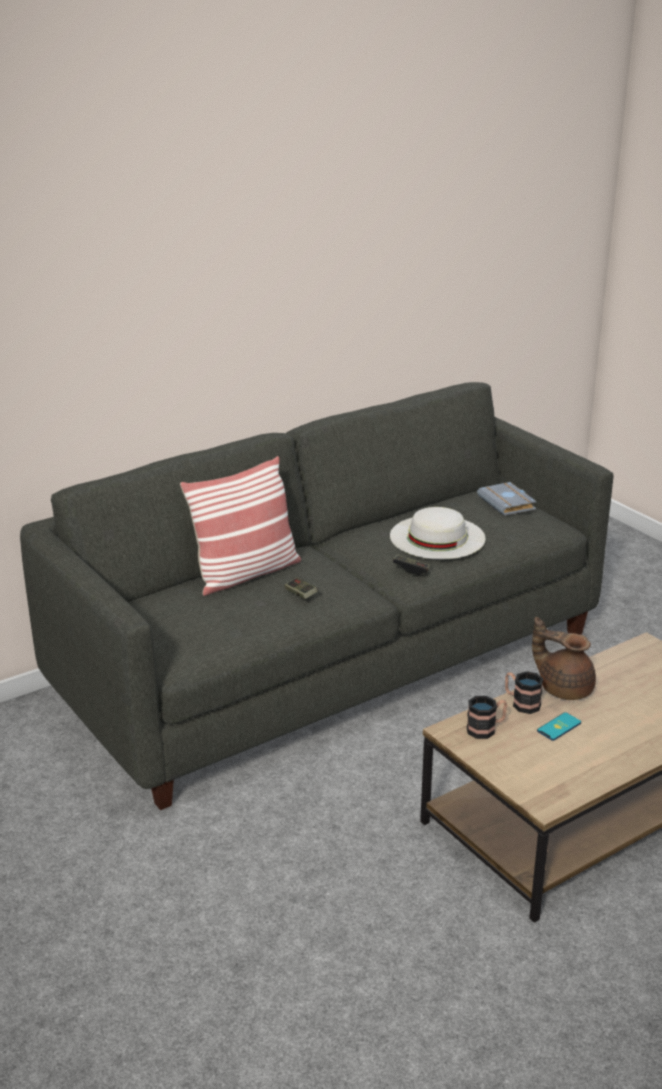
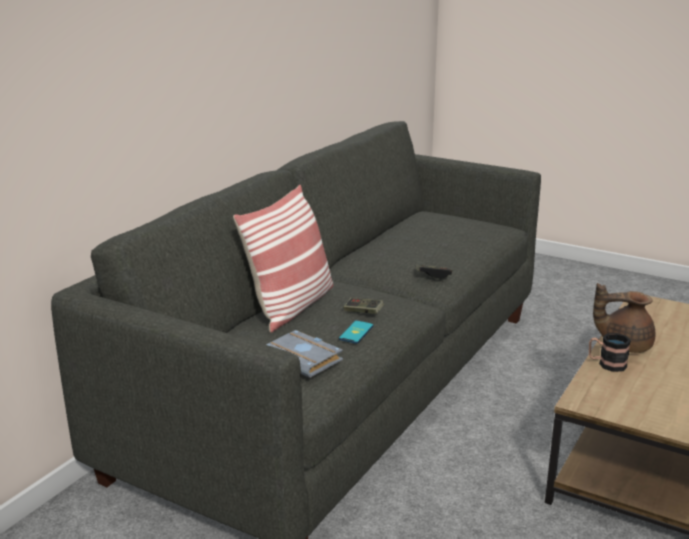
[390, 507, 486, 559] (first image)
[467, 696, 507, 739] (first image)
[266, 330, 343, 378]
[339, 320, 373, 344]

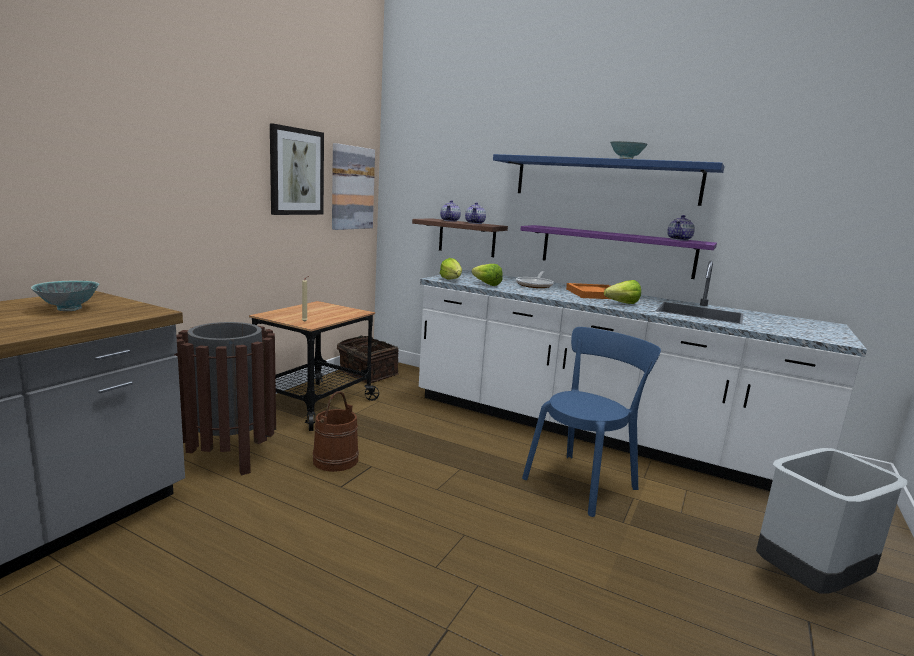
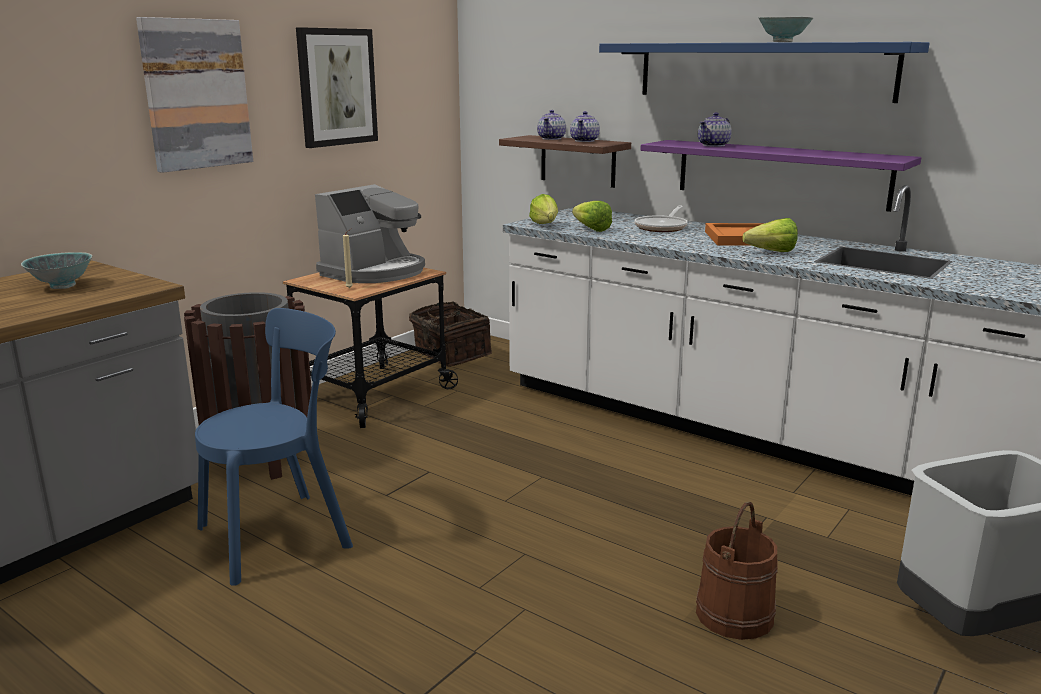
[315, 184, 425, 283]
[696, 501, 778, 640]
[136, 17, 253, 173]
[195, 308, 353, 586]
[698, 112, 732, 147]

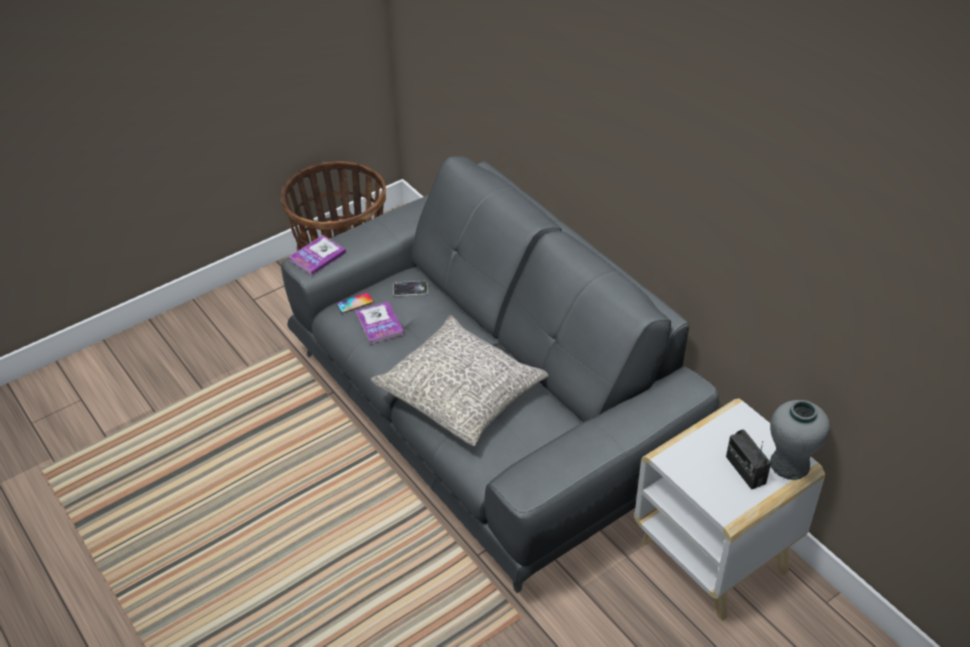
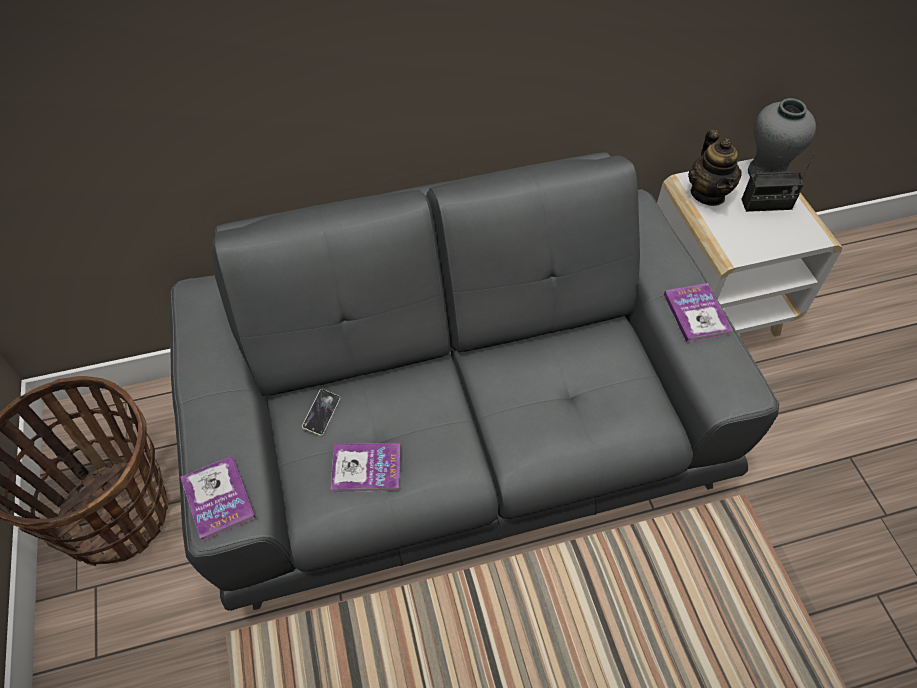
[336, 292, 374, 313] (first image)
[371, 315, 548, 446] (first image)
[664, 283, 732, 342]
[688, 130, 742, 206]

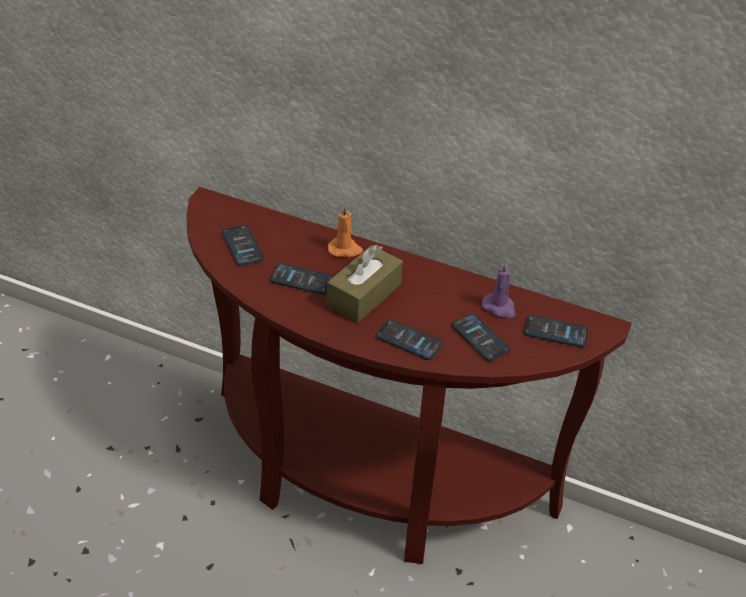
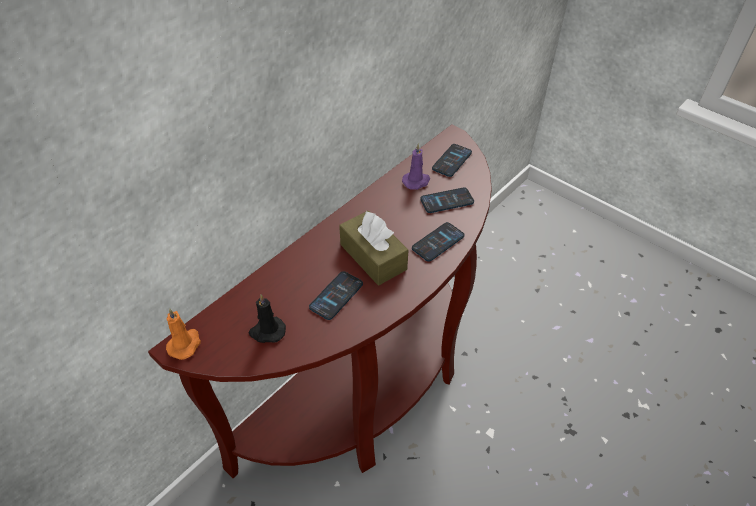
[166, 309, 201, 360]
[248, 294, 286, 343]

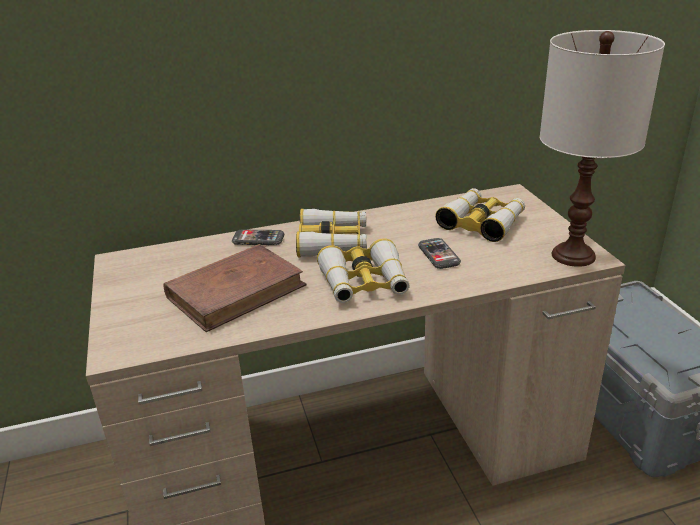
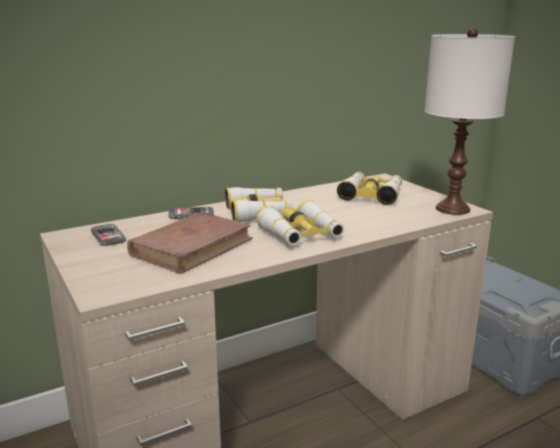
[91, 224, 126, 246]

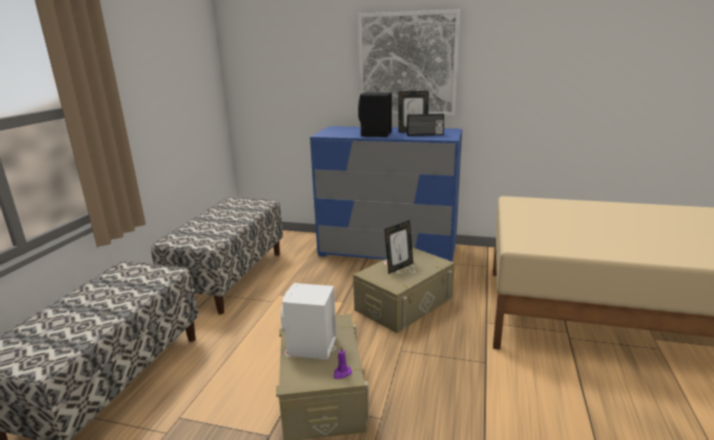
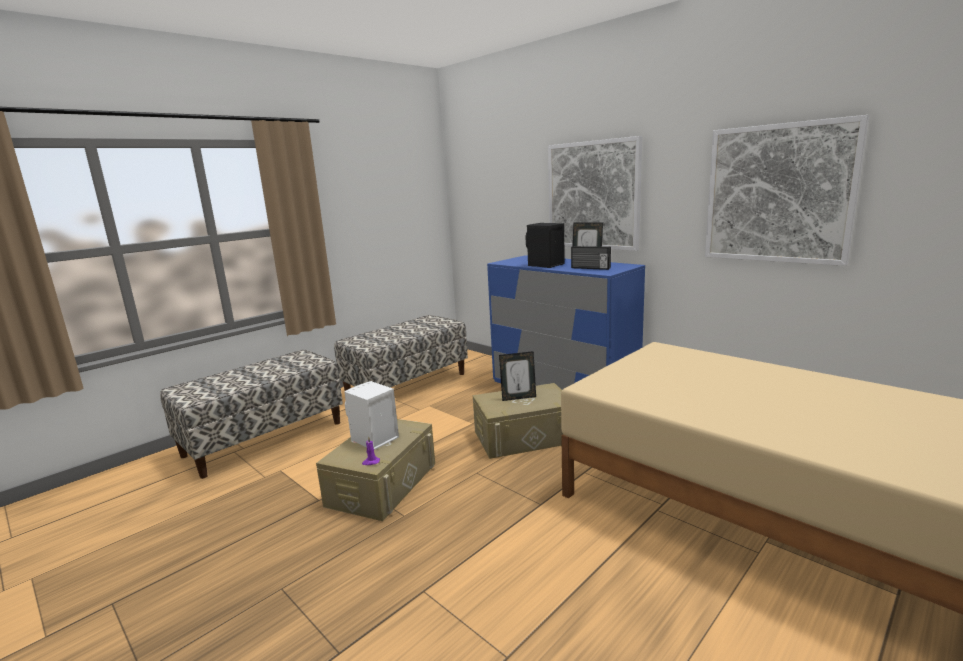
[705, 115, 869, 266]

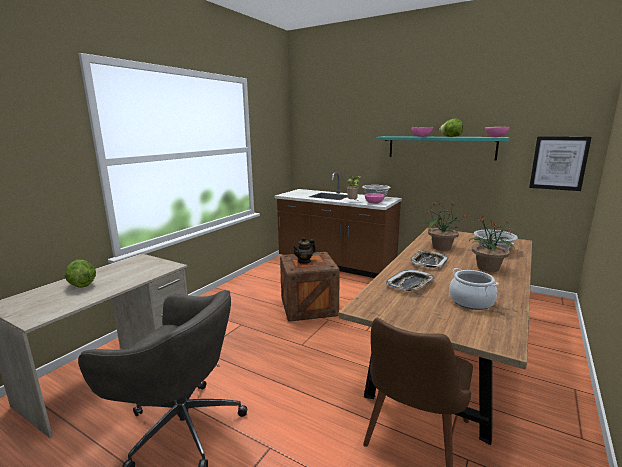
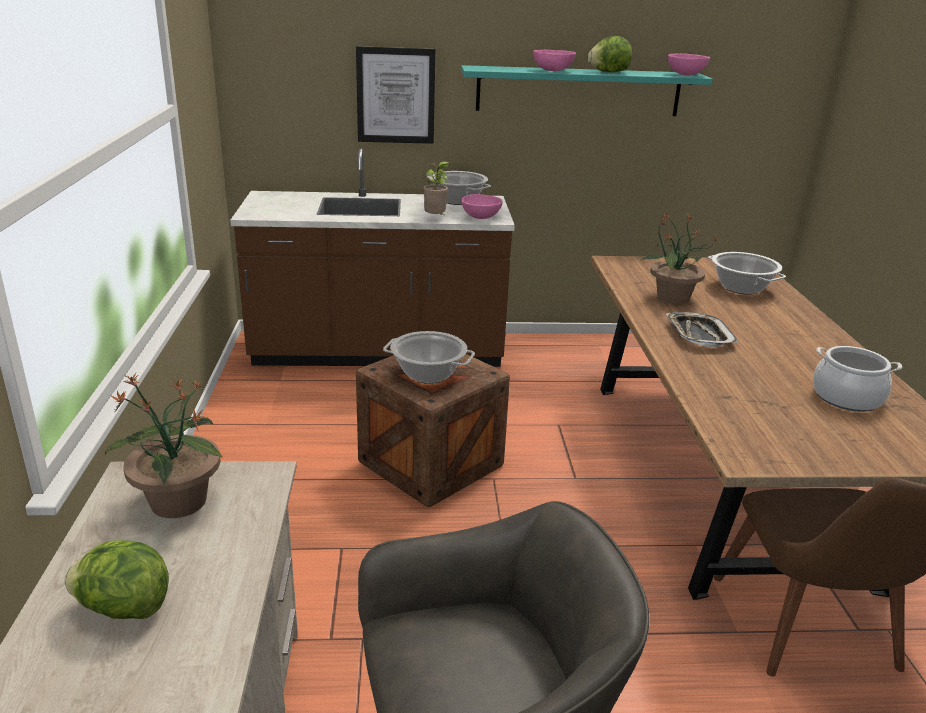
[386, 270, 435, 291] (first image)
[105, 373, 223, 518]
[356, 46, 435, 144]
[383, 331, 475, 384]

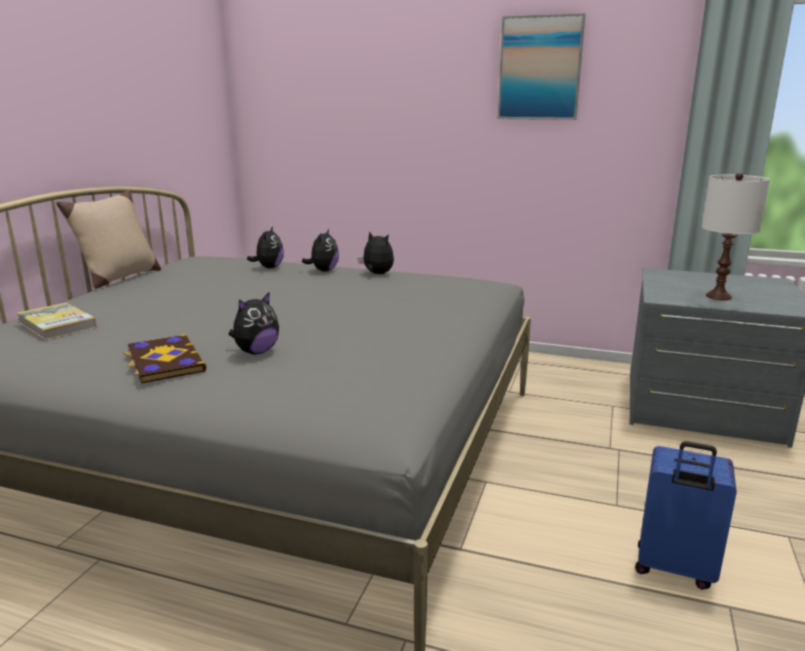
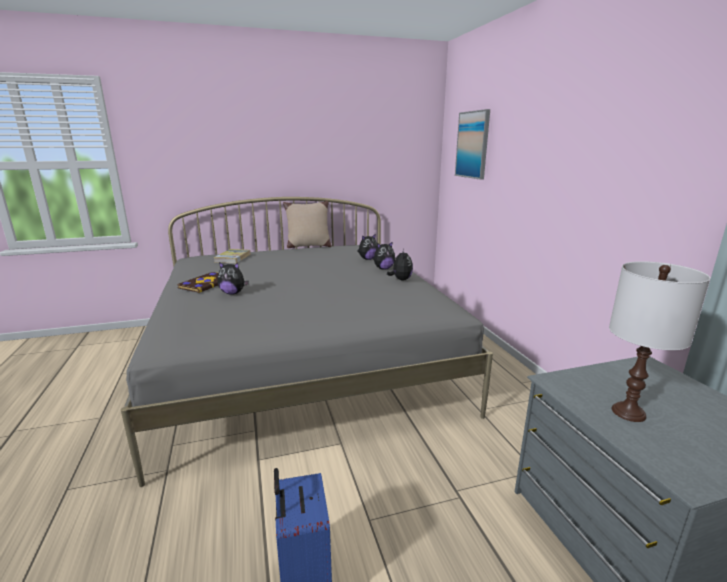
[455, 109, 490, 180]

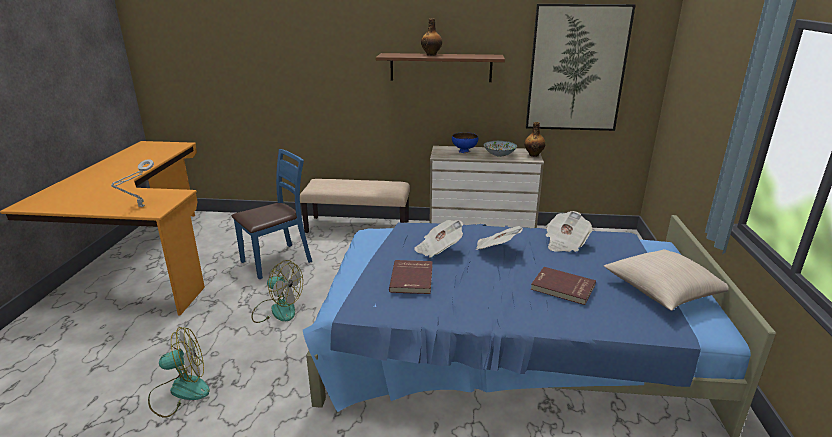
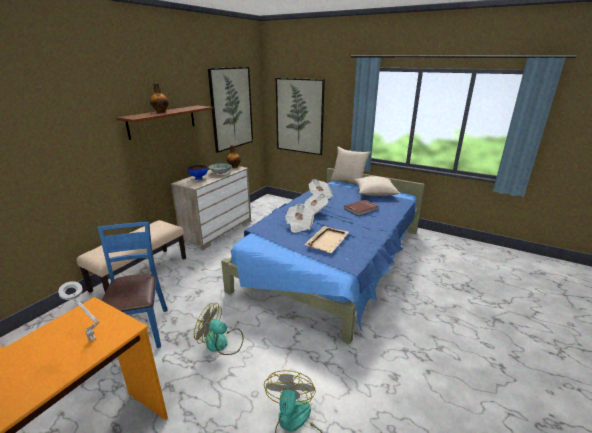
[276, 78, 325, 155]
[331, 147, 371, 184]
[305, 226, 349, 253]
[194, 303, 244, 355]

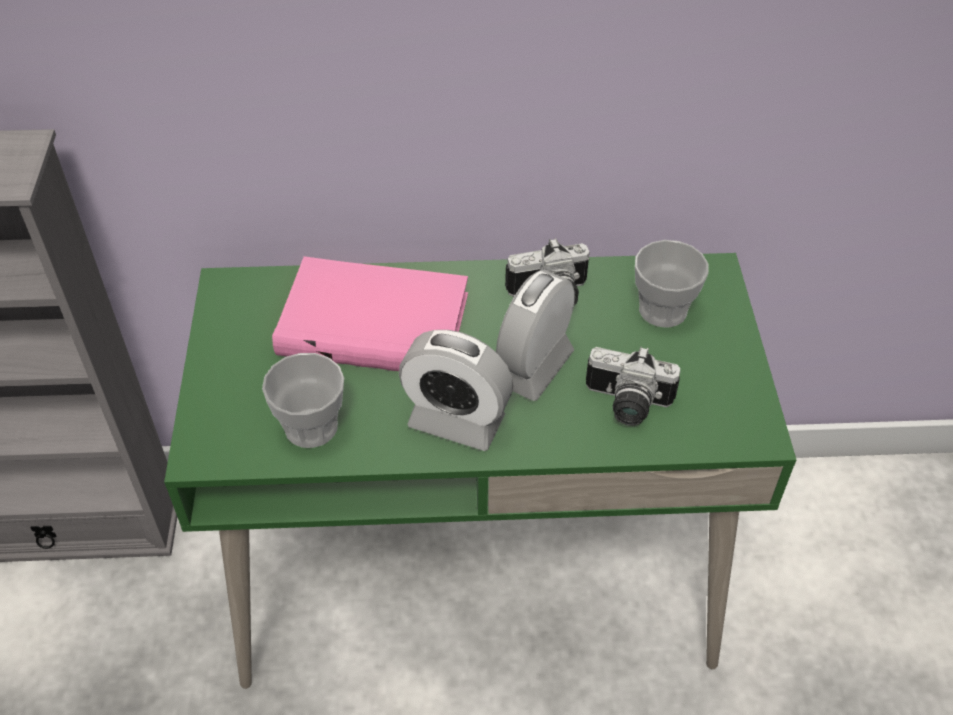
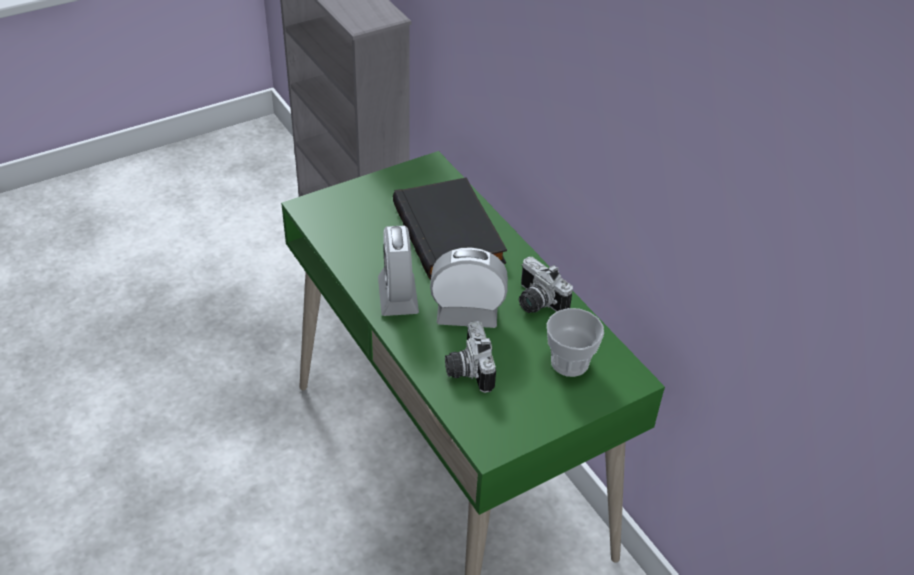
[262, 353, 344, 448] (first image)
[393, 177, 507, 280]

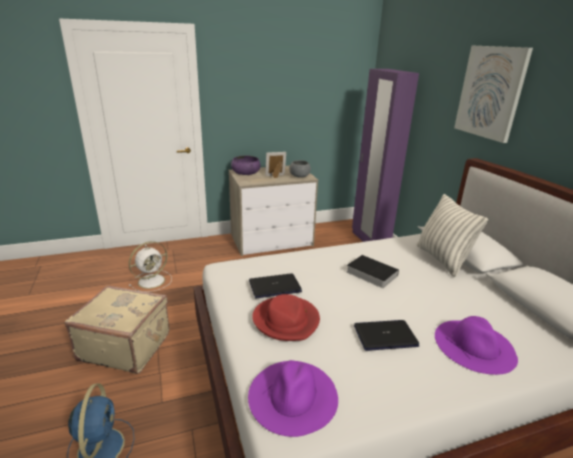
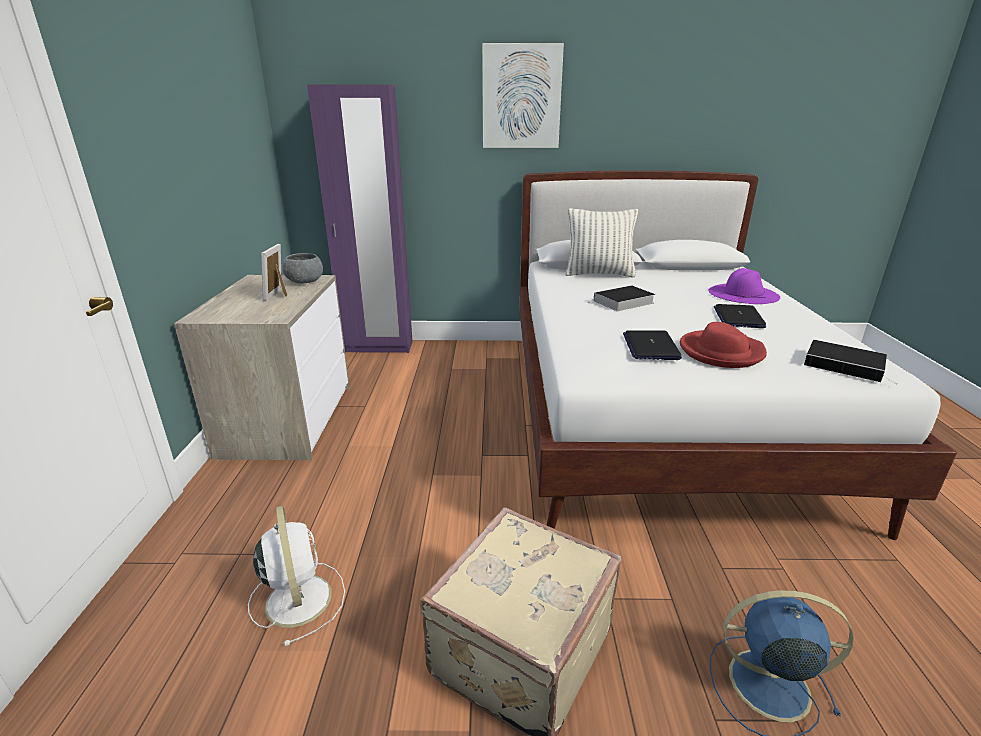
[231, 156, 261, 175] (first image)
[804, 340, 895, 383]

